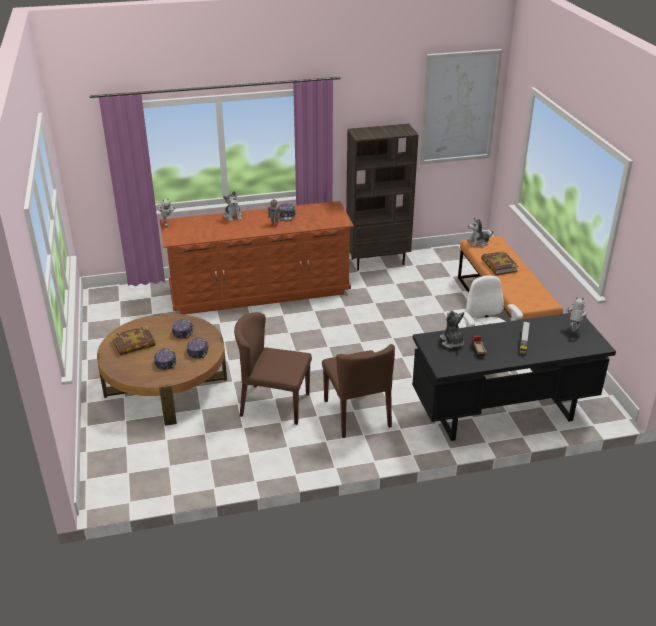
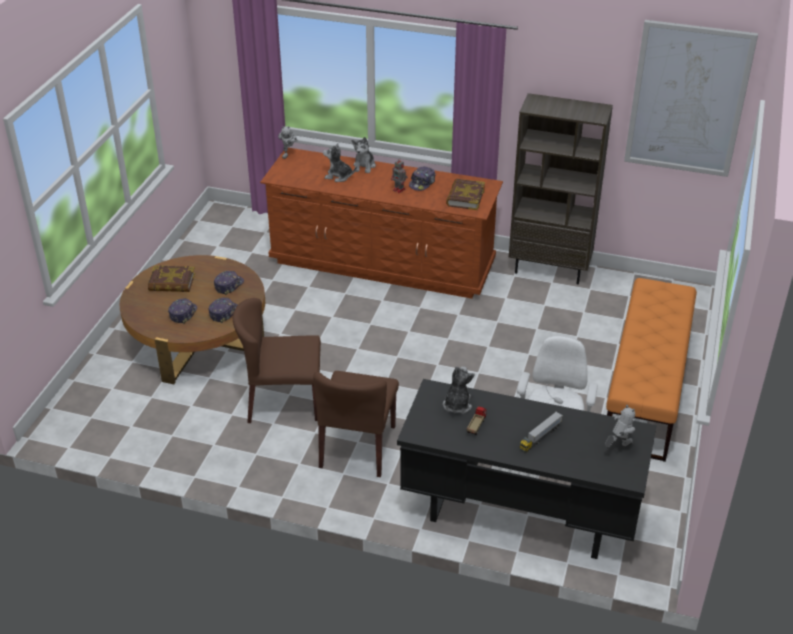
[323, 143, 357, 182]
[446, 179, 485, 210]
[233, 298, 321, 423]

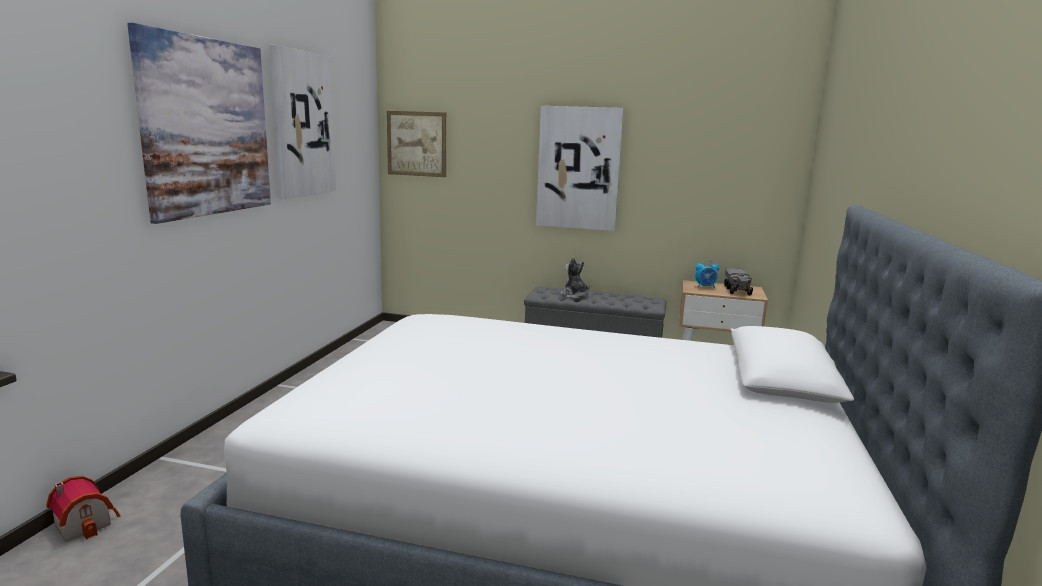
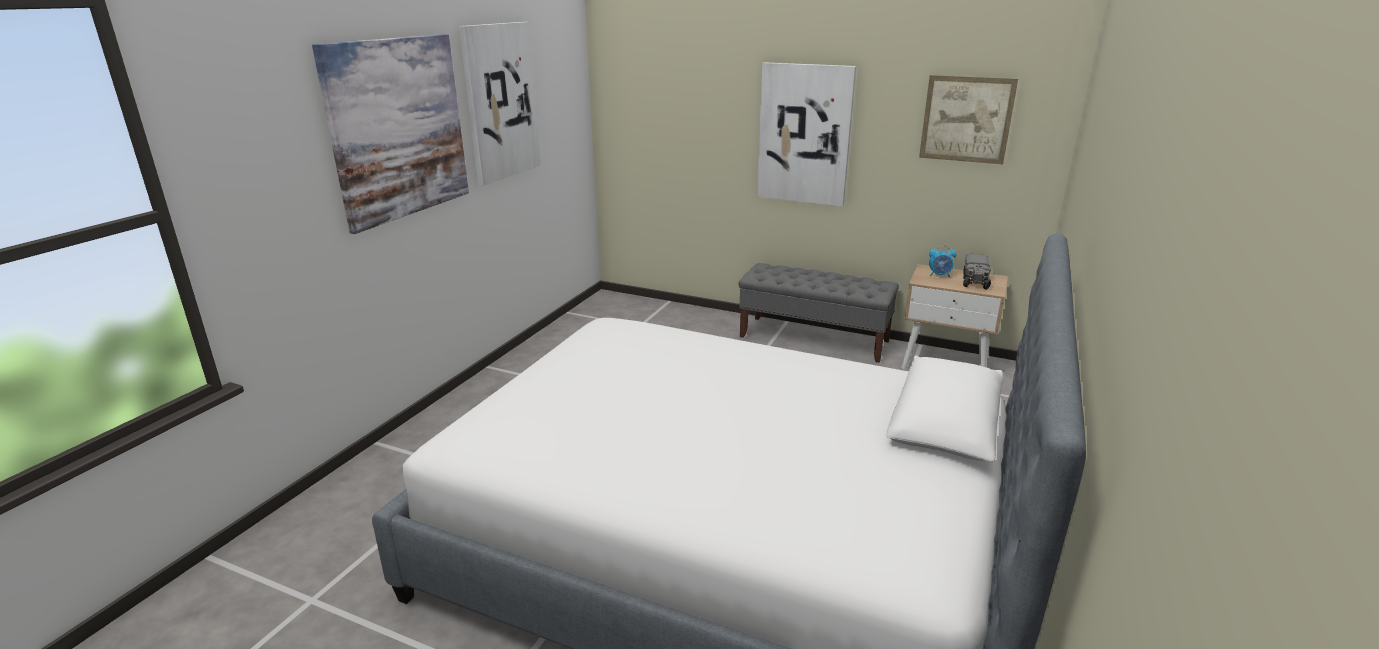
[47, 476, 121, 542] (first image)
[560, 257, 590, 299] (first image)
[919, 75, 1018, 164]

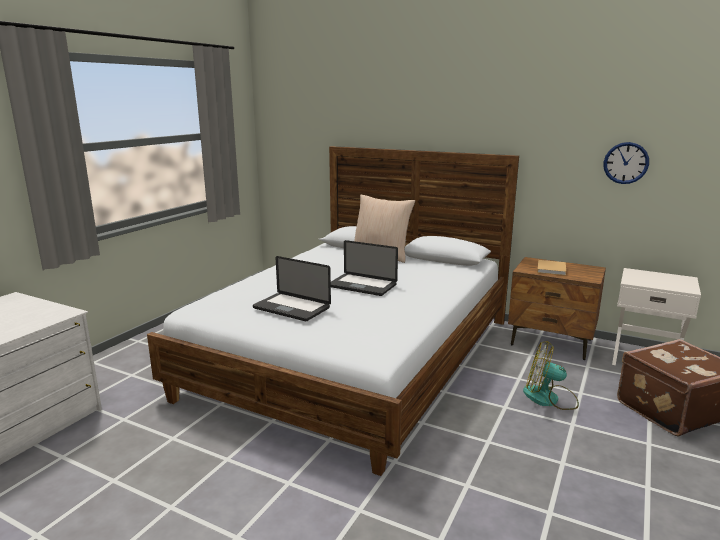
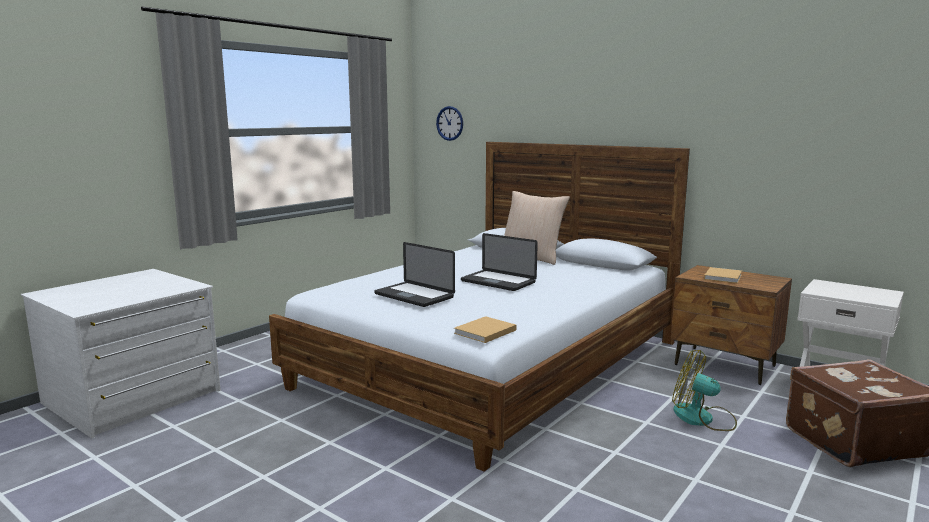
[454, 316, 516, 343]
[436, 106, 463, 141]

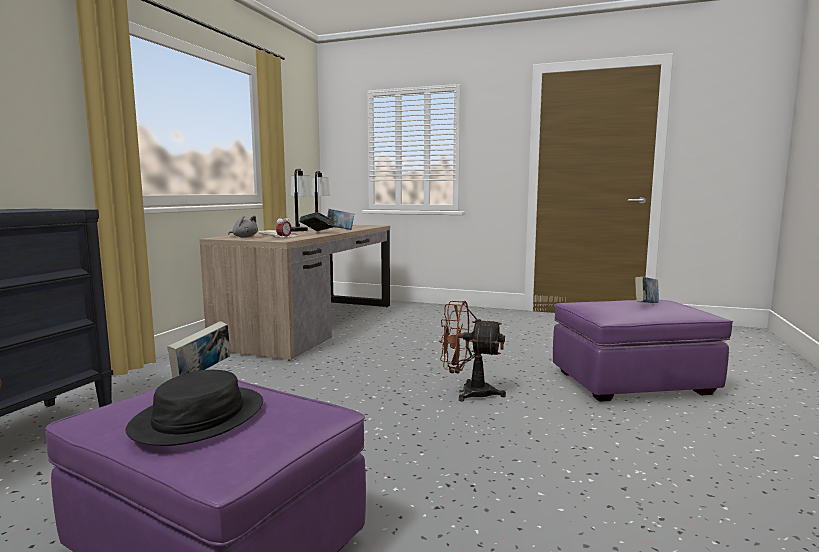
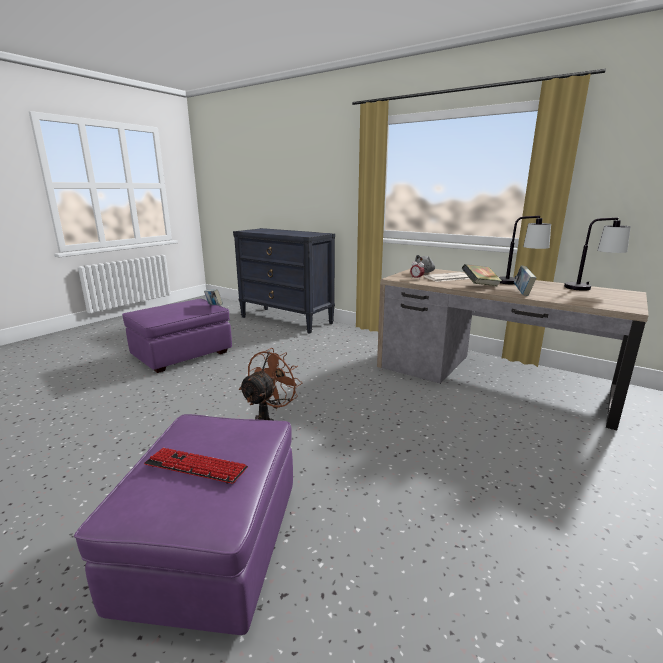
[126, 370, 263, 446] (first image)
[144, 448, 248, 484]

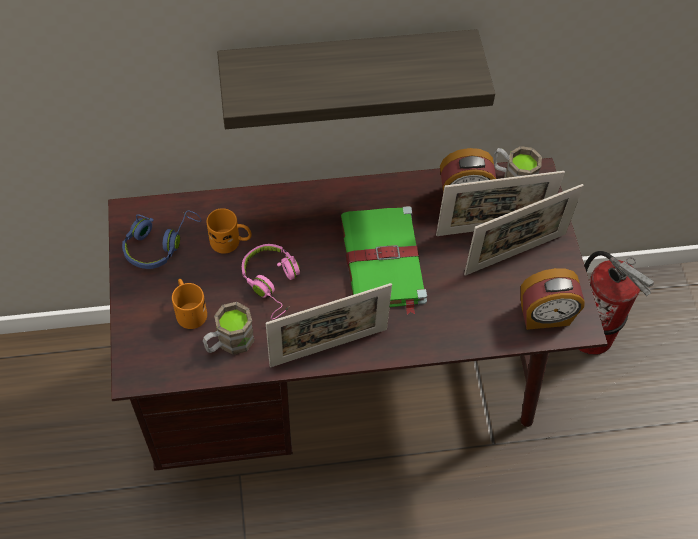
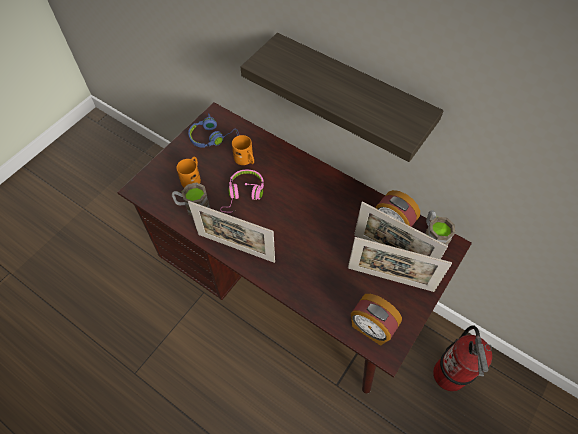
[341, 206, 427, 315] (first image)

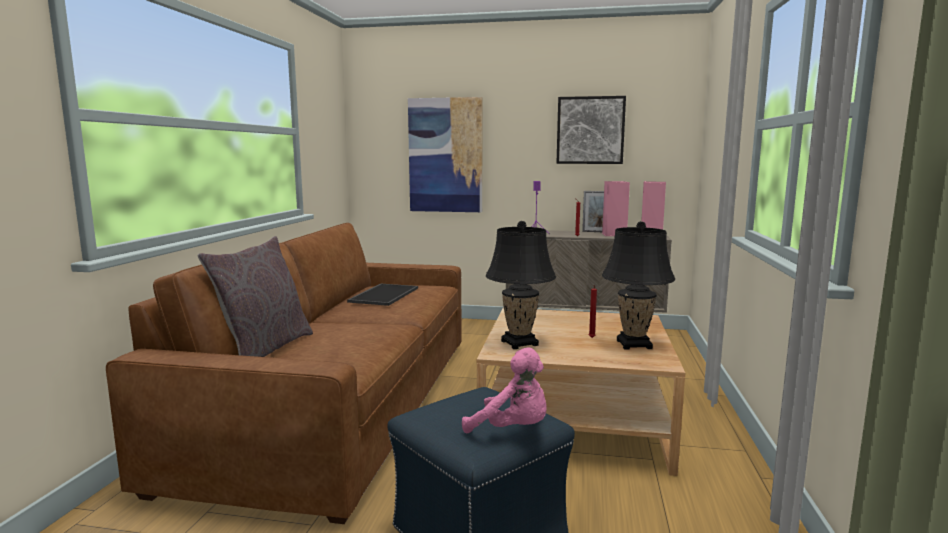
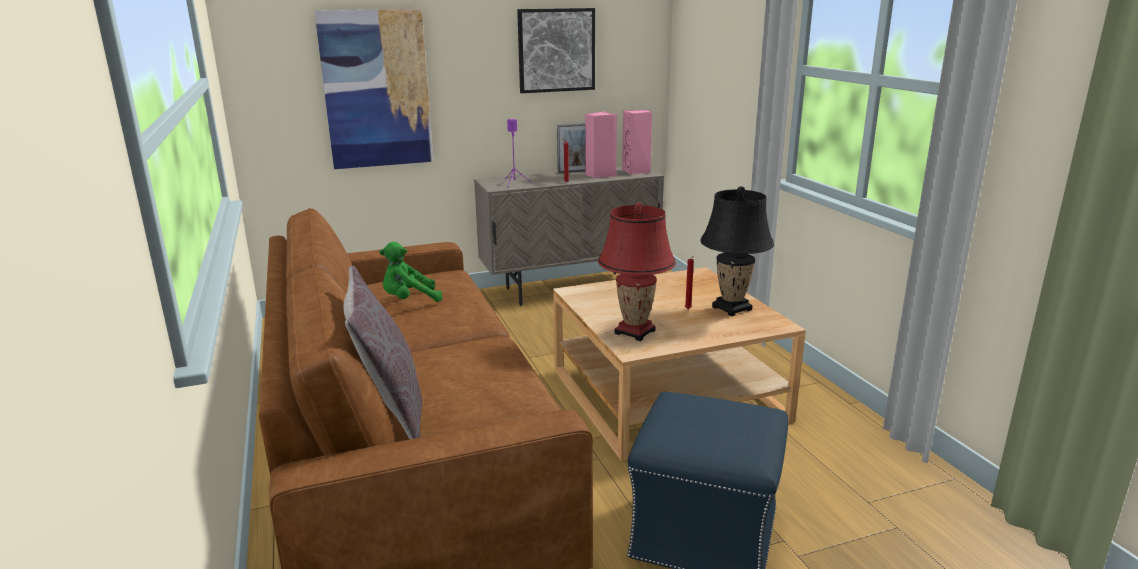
[462, 347, 546, 433] (first image)
[380, 242, 443, 302]
[598, 202, 676, 341]

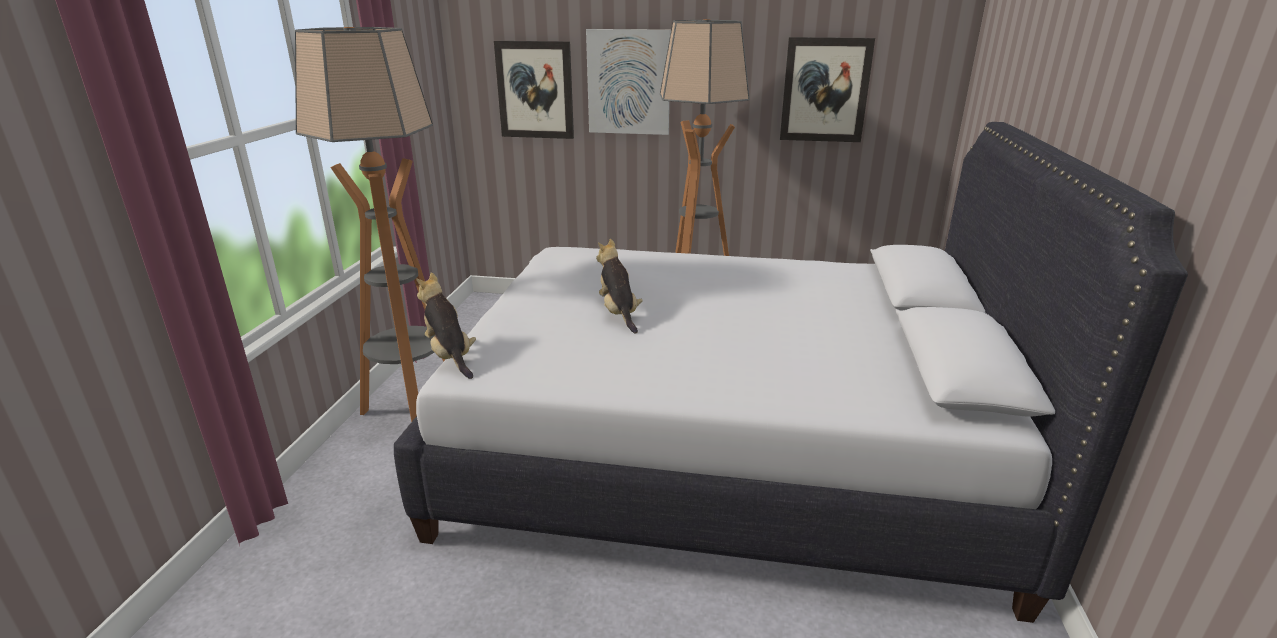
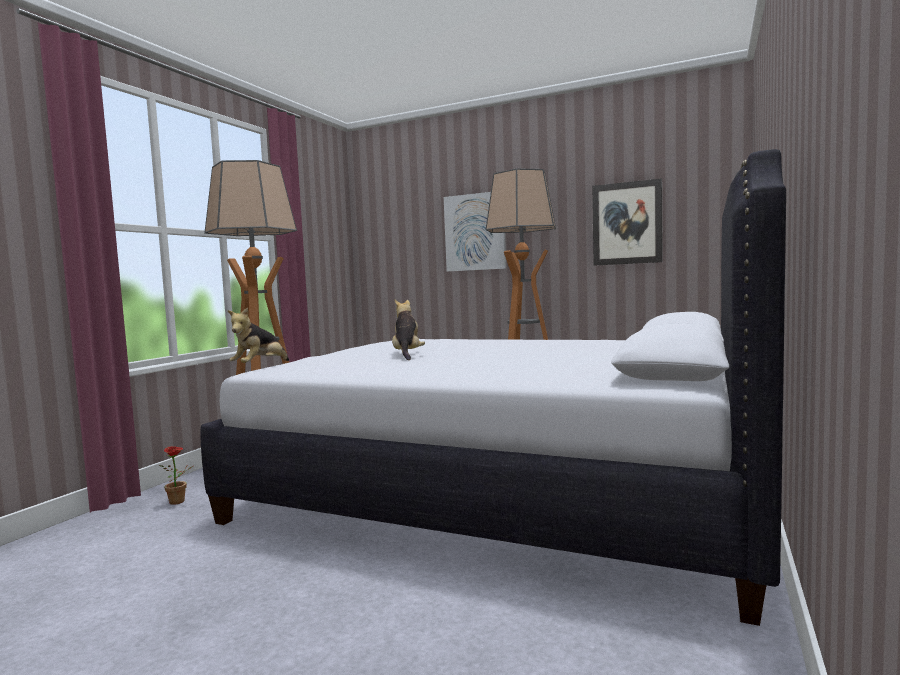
[494, 41, 574, 139] (first image)
[159, 446, 193, 505]
[228, 308, 289, 363]

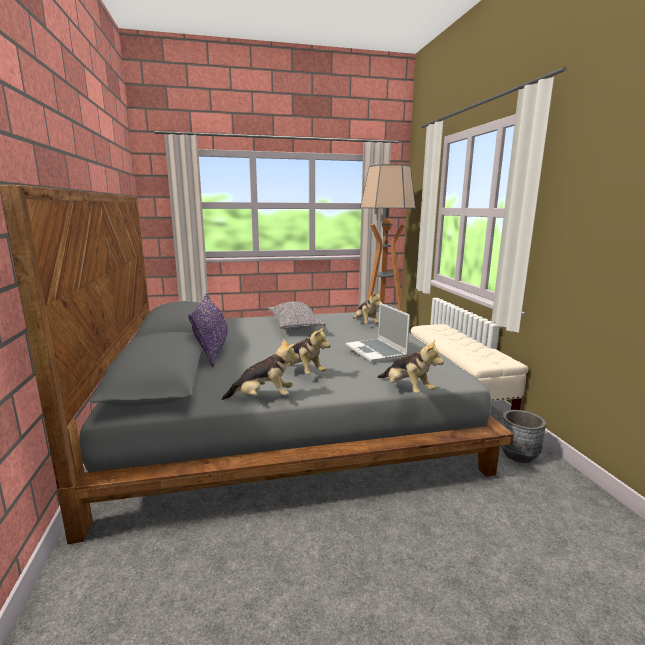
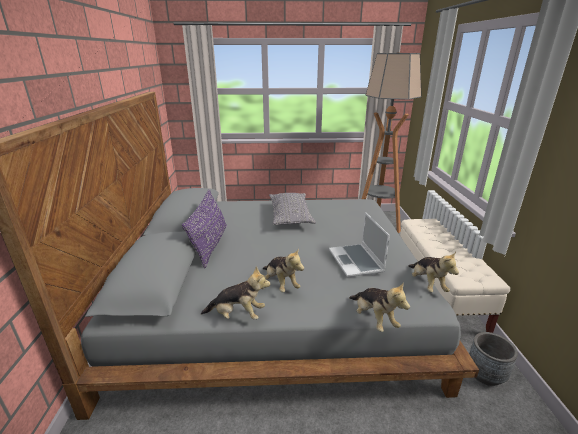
[408, 252, 459, 292]

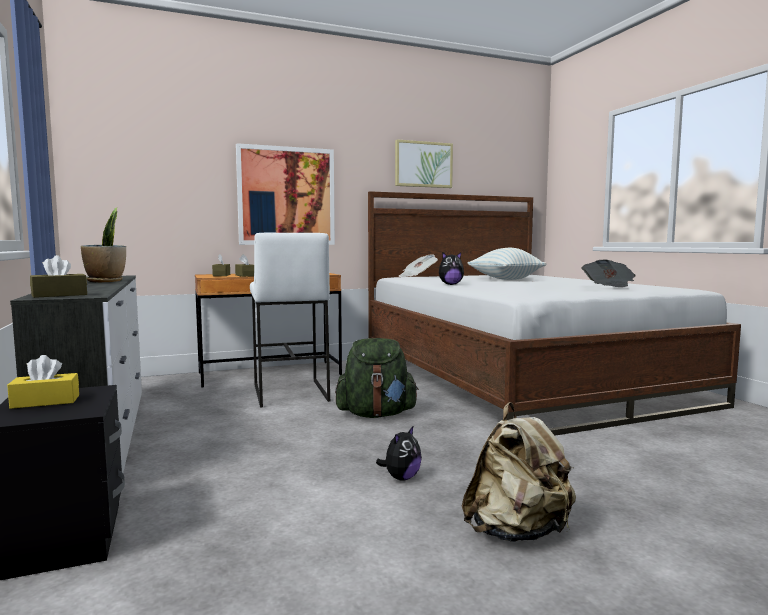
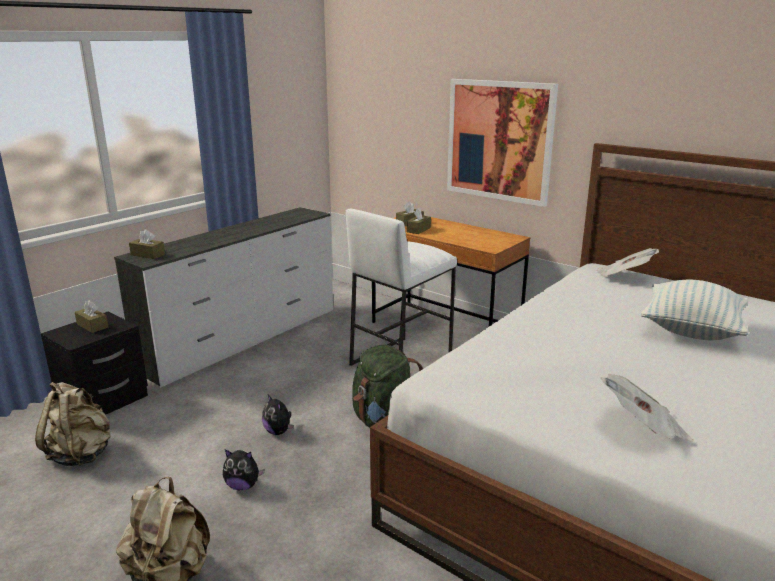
[81, 208, 126, 282] (first image)
[395, 139, 453, 188] (first image)
[35, 382, 111, 466]
[262, 394, 294, 435]
[75, 300, 108, 333]

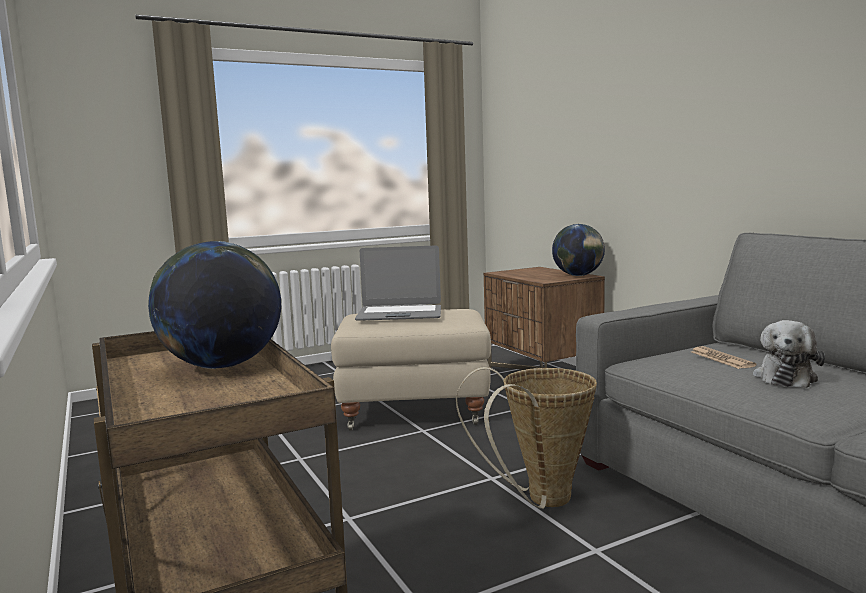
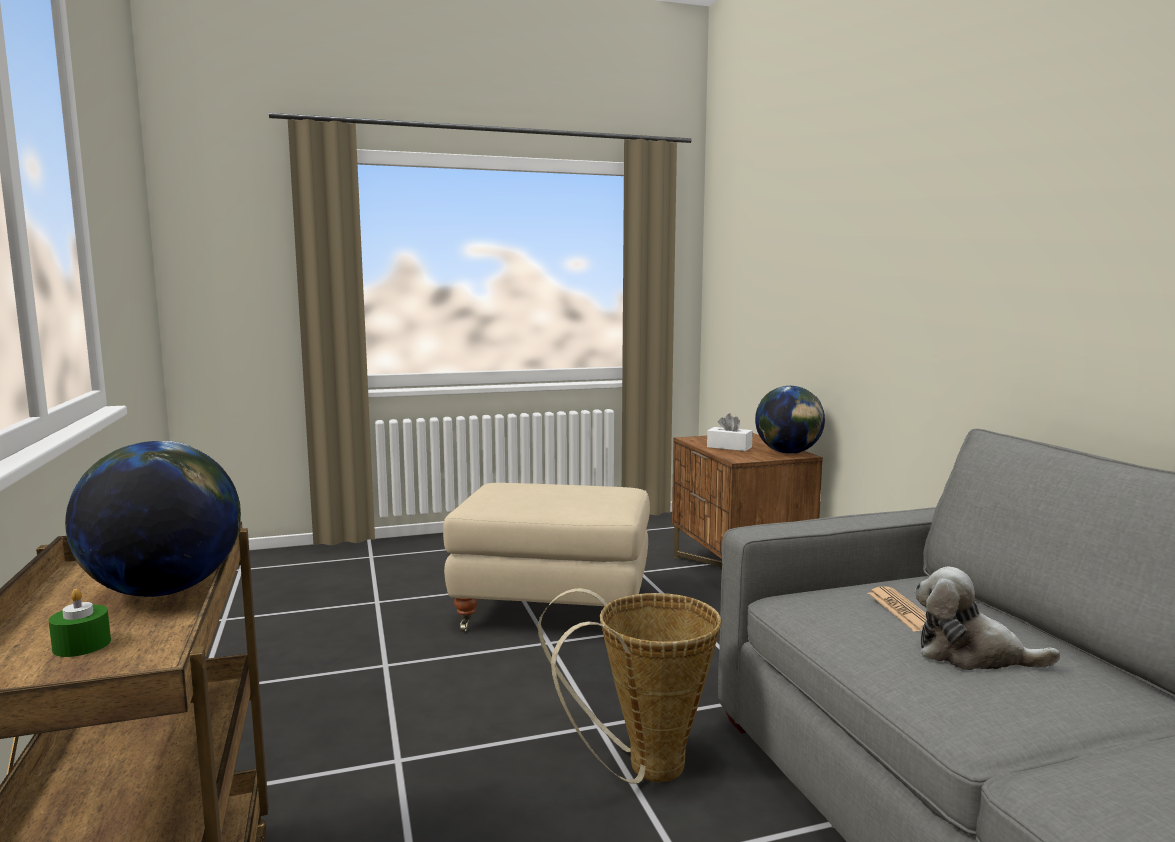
[355, 245, 441, 321] (first image)
[48, 589, 111, 657]
[707, 414, 753, 451]
[915, 567, 1060, 670]

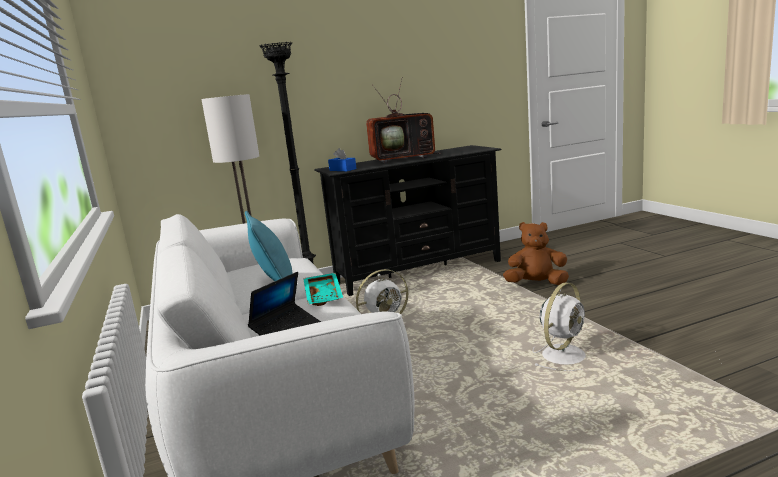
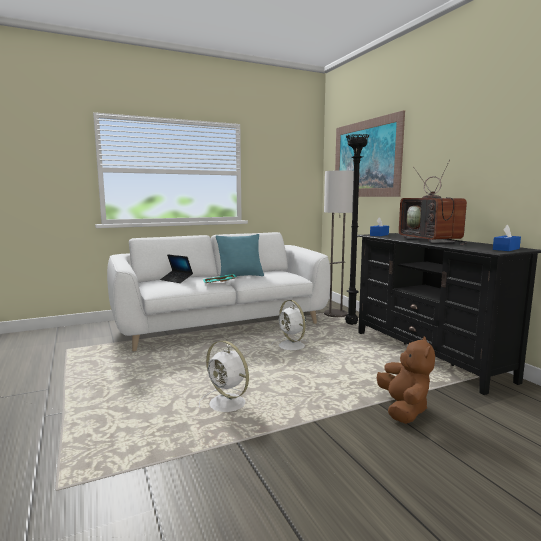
[335, 110, 405, 197]
[493, 225, 521, 251]

